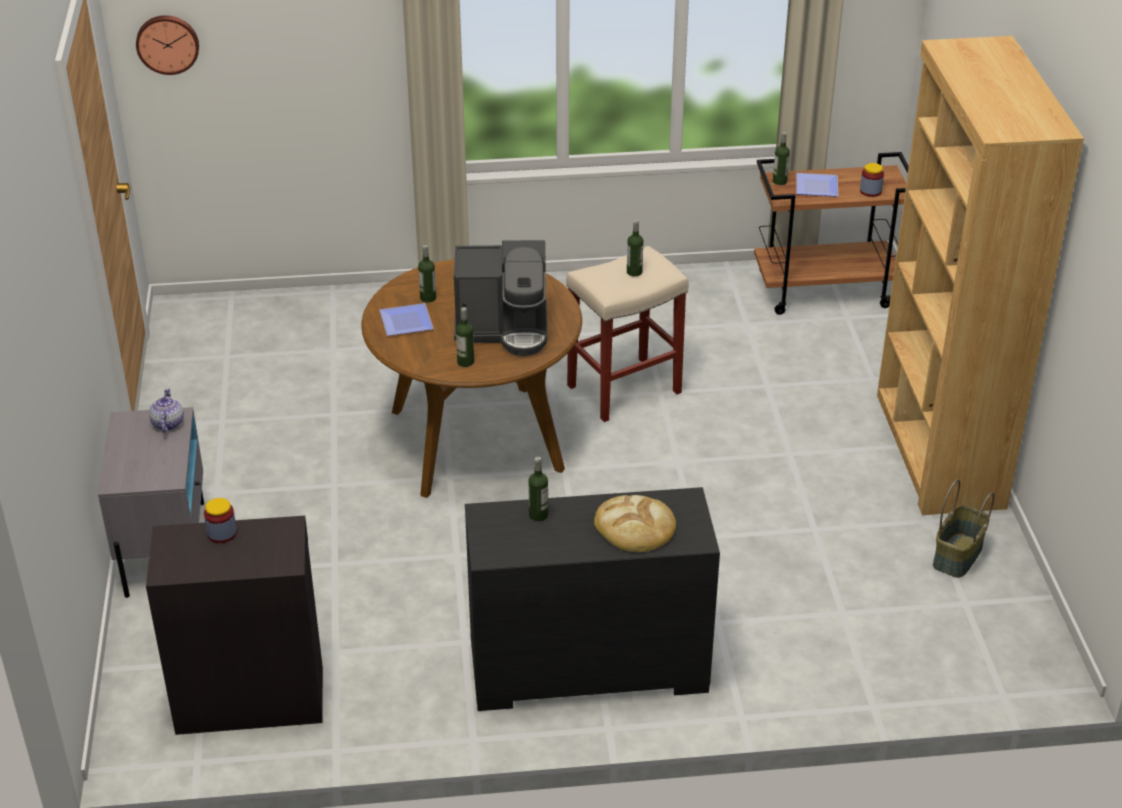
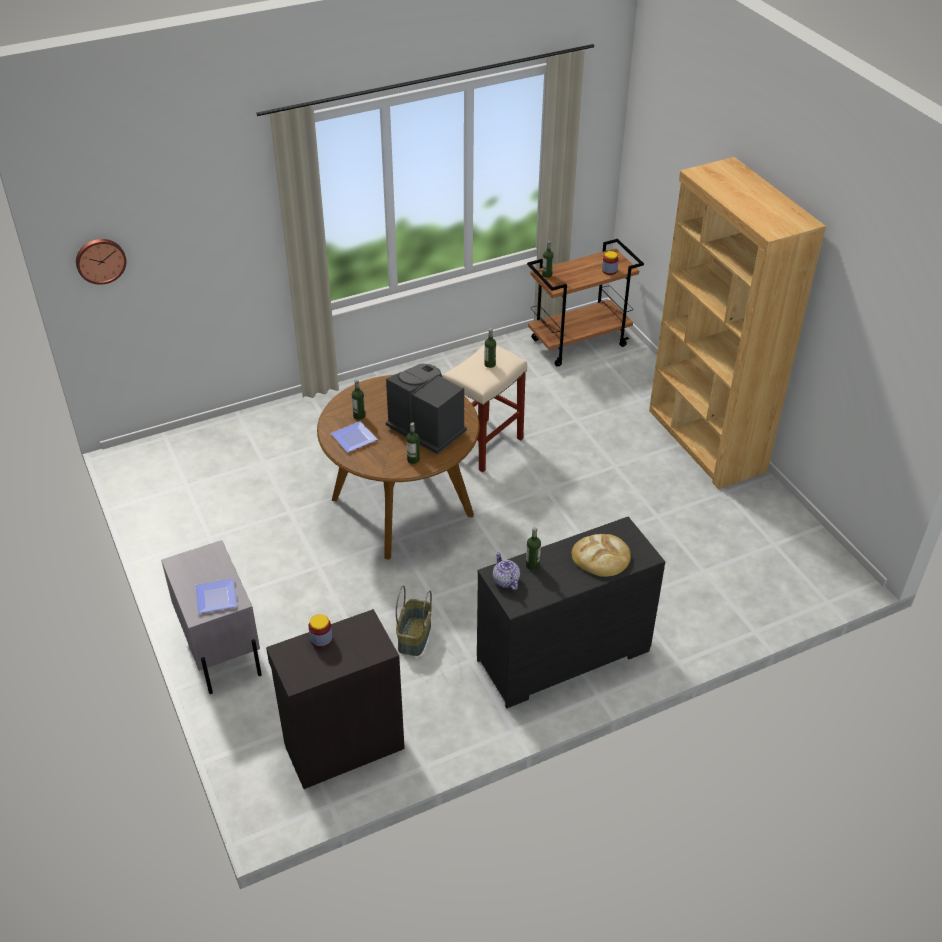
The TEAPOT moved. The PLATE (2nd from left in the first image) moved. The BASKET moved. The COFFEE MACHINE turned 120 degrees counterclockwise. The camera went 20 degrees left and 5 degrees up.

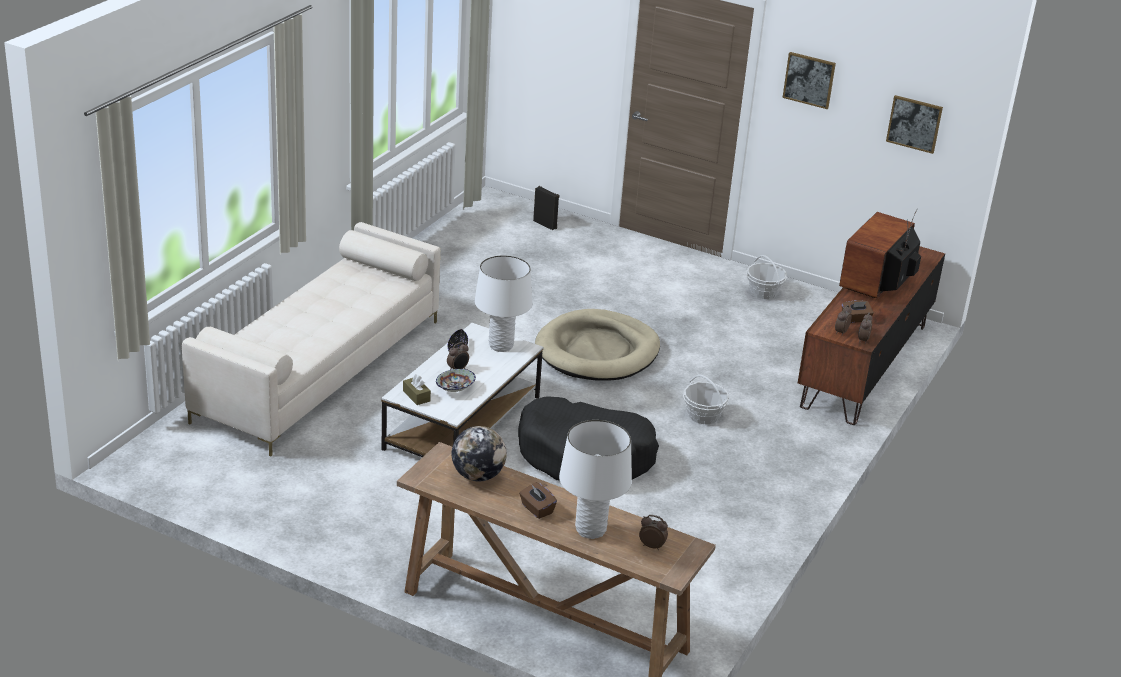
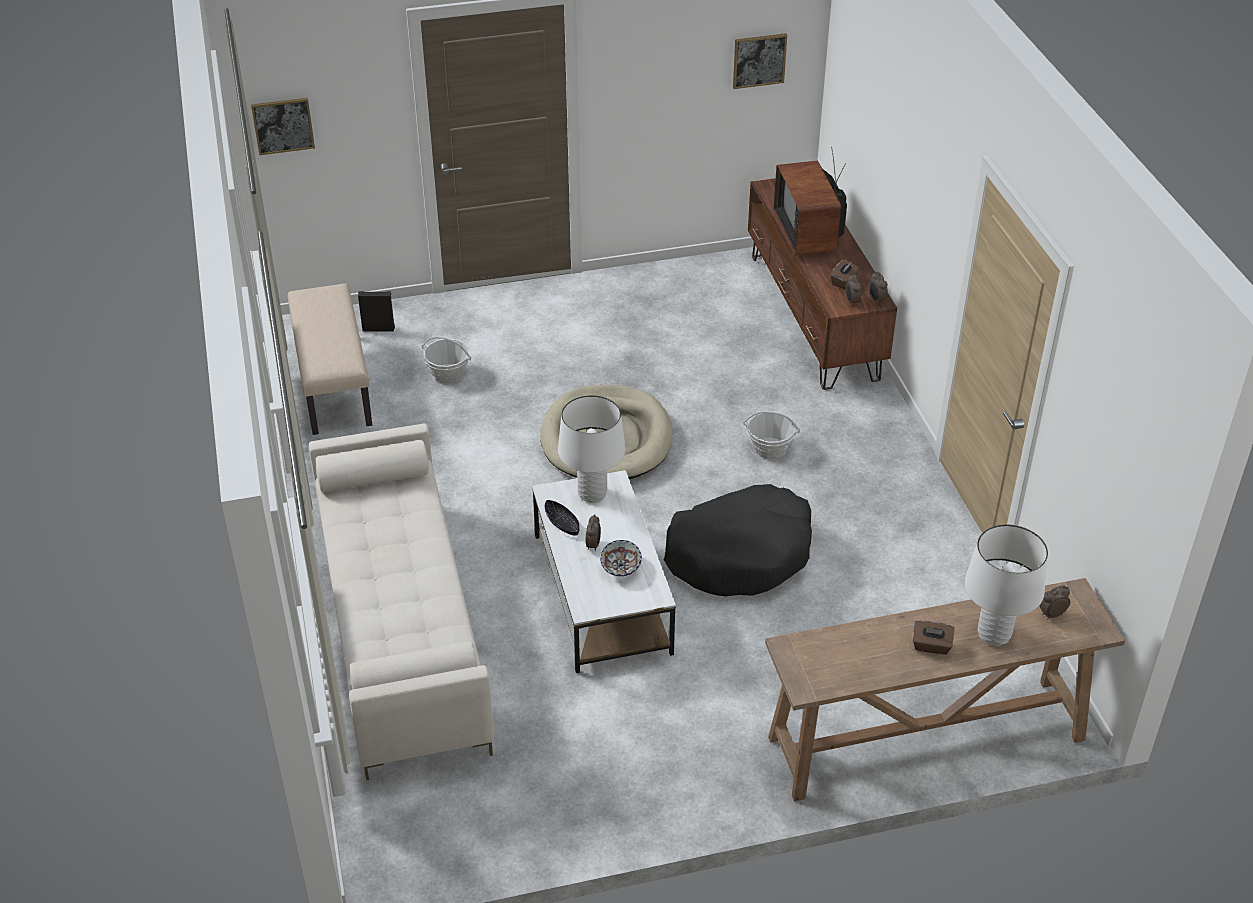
The BROWN TISSUE BOX (1st from left) disappeared. The GLOBE disappeared. The BEIGE BENCH appeared. The BASKET (2nd from left in the first image) moved. The PICTURE (1st from left) moved. The camera went 40 degrees left and 10 degrees up.

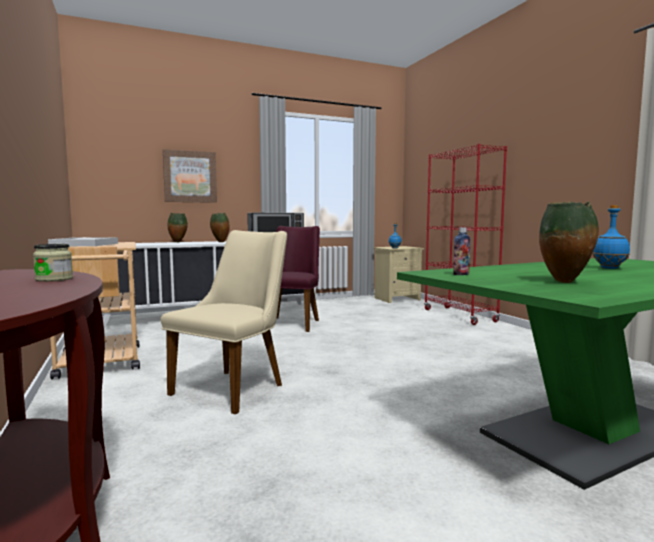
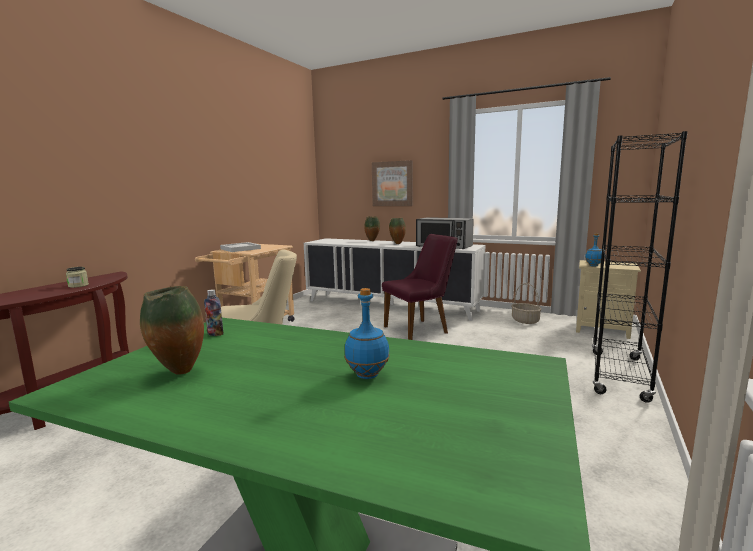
The BASKET appeared. The RED BOOKCASE became the BLACK BOOKCASE. The camera went 50 degrees right and 5 degrees up.

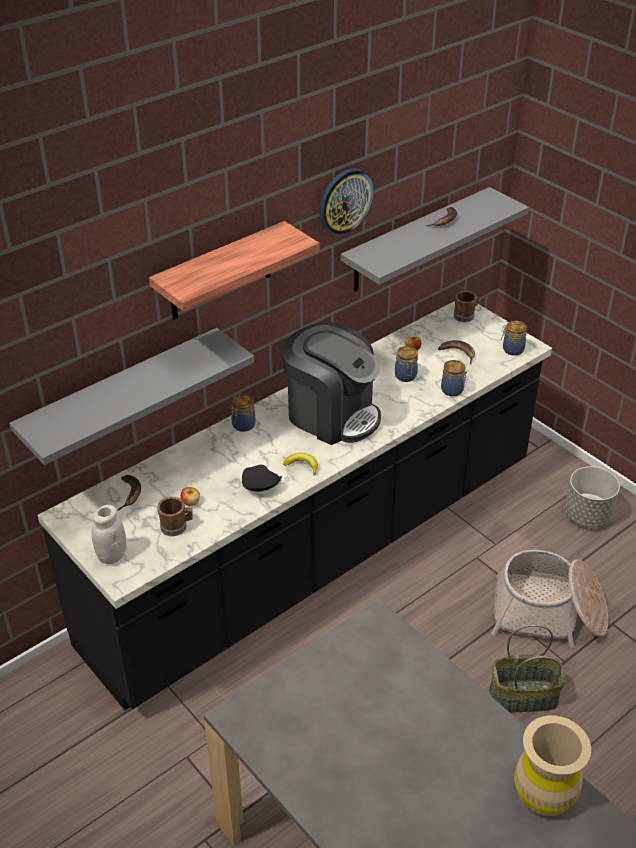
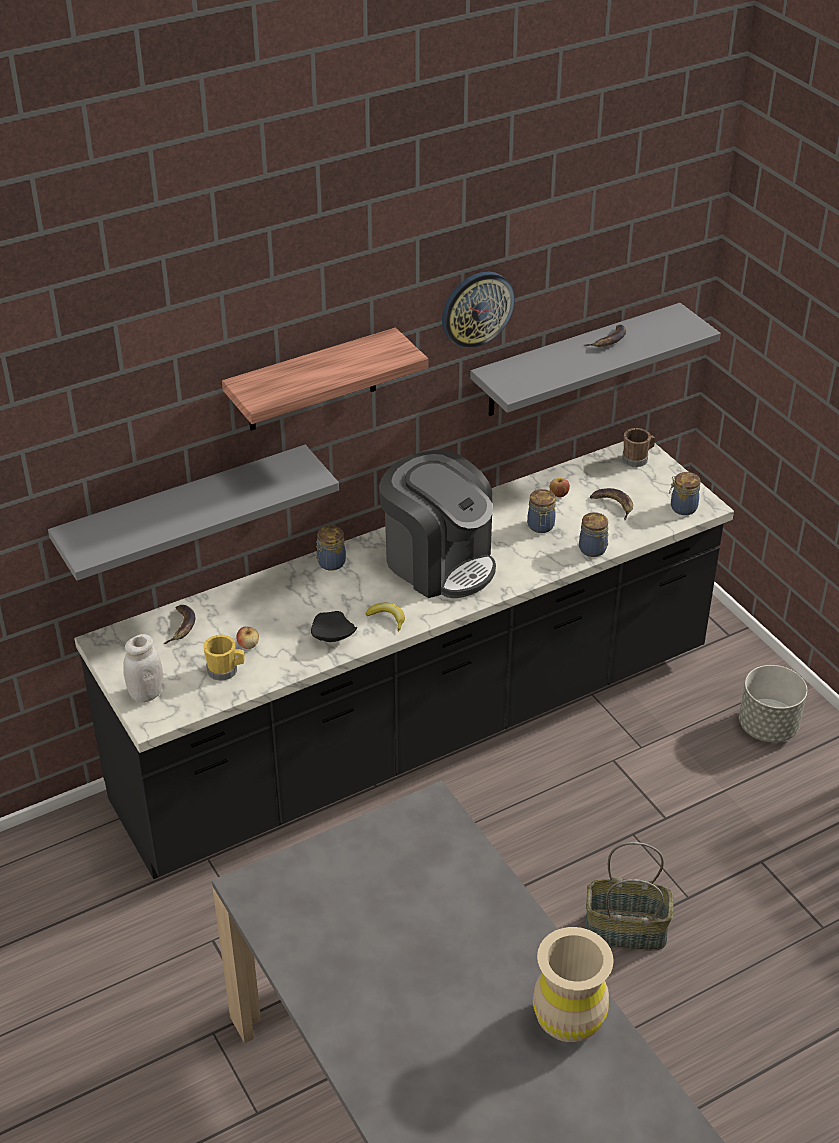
The BASKET (2nd from left) disappeared. The BROWN MUG (1st from left) became the YELLOW MUG. The camera went 10 degrees right and 0 degrees up.

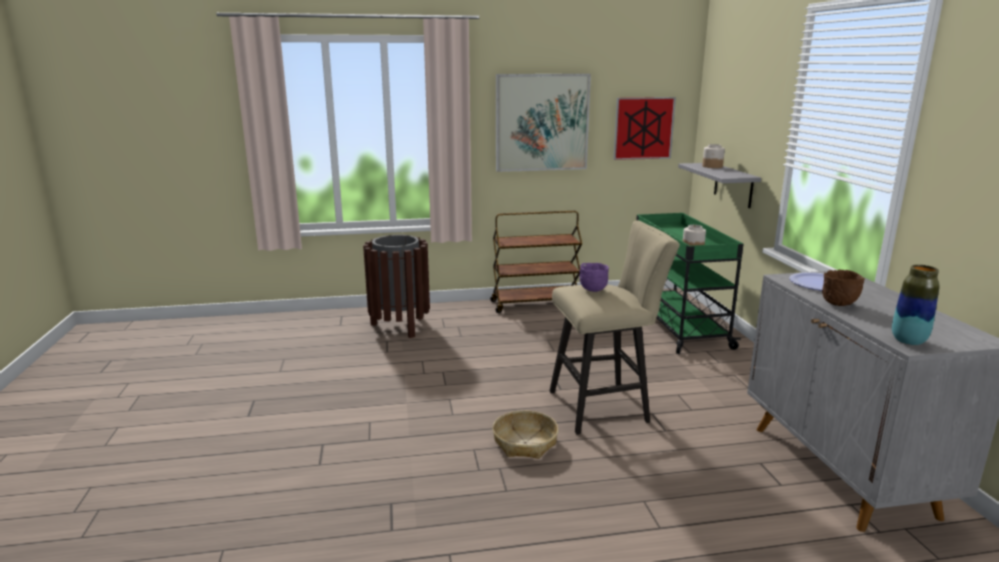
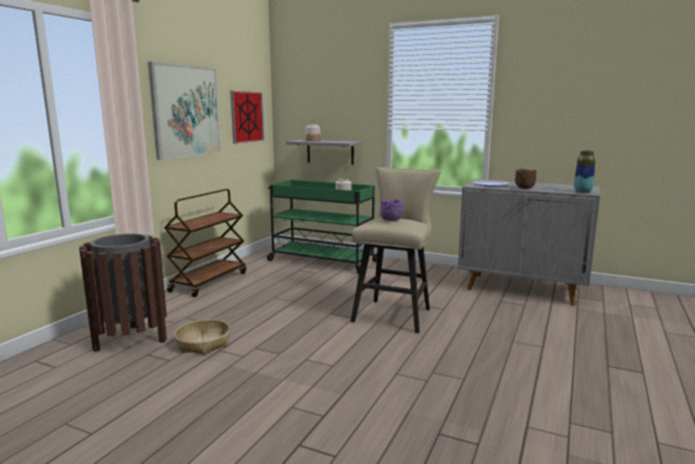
The BASKET moved. The camera went 55 degrees left and 5 degrees down.

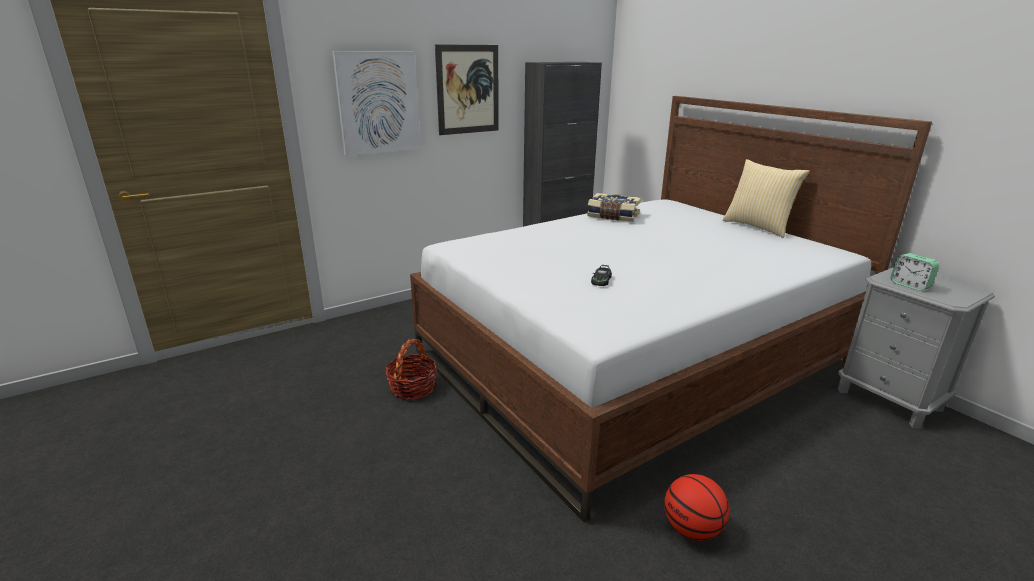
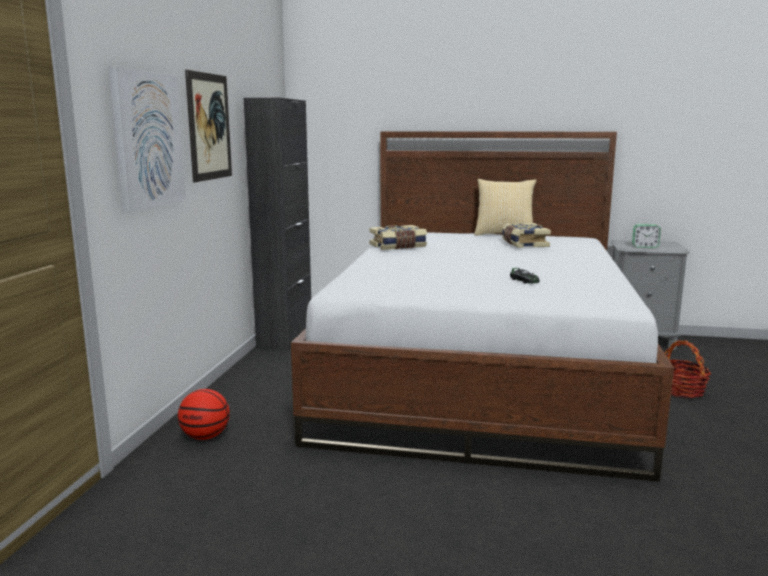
The BOOK (2nd from left) appeared. The BASKET moved. The BASKETBALL moved. The camera went 45 degrees left and 10 degrees down.

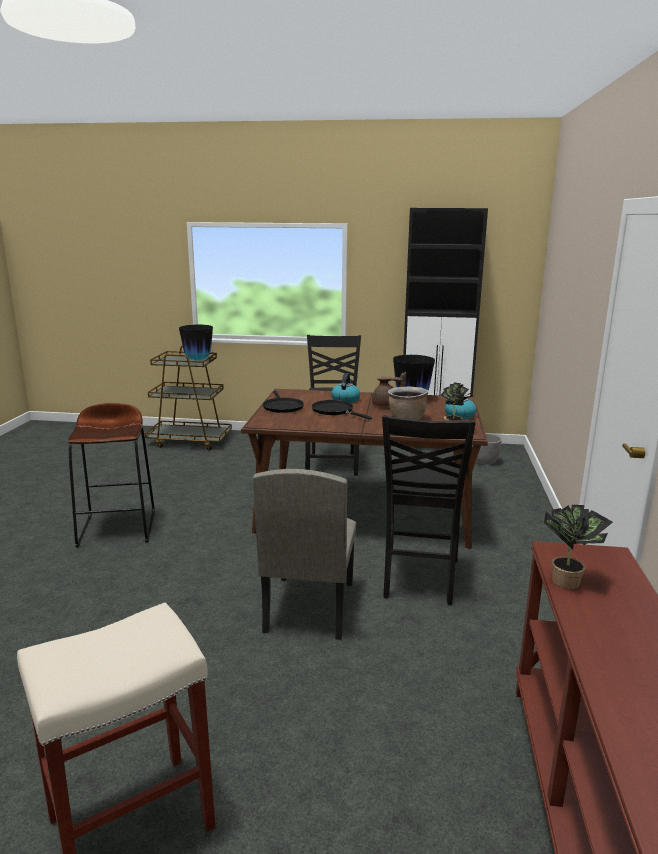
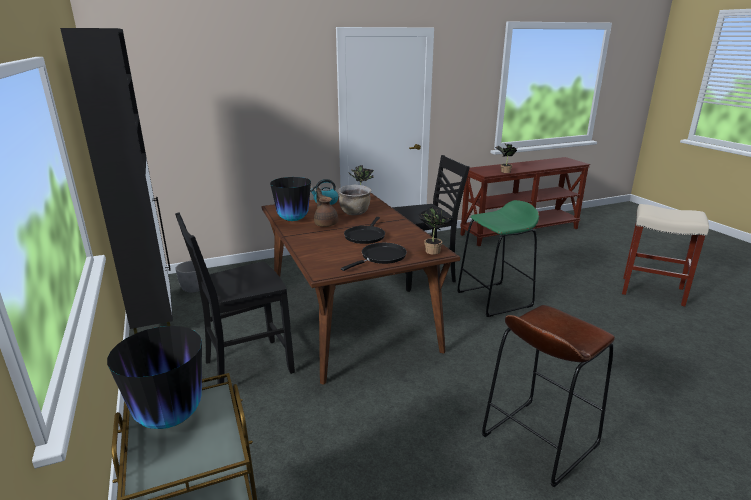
The KETTLE (1st from left) disappeared. The POTTED PLANT (2nd from left) appeared. The BEIGE CHAIR was replaced by the GREEN STOOL. The camera went 120 degrees left and 5 degrees up.

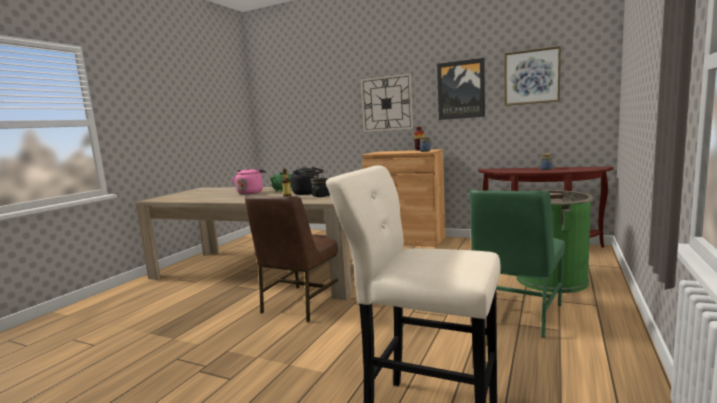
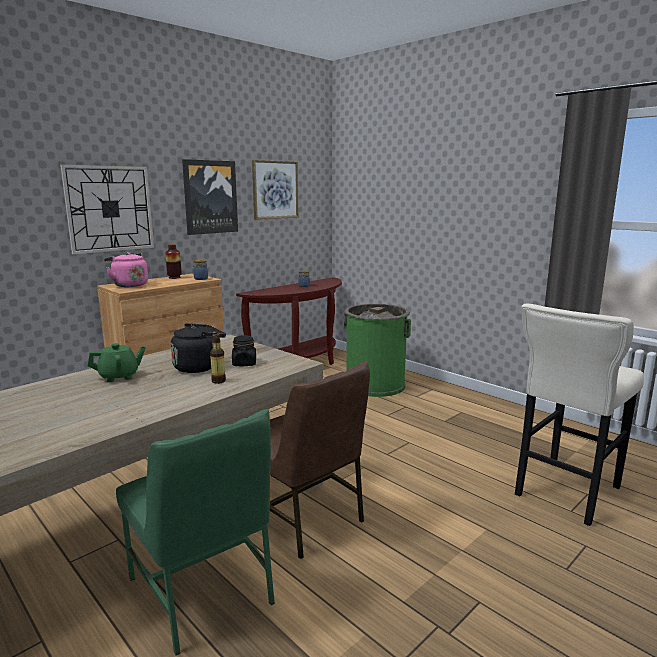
The PINK KETTLE moved. The GREEN CHAIR moved. The camera went 70 degrees left and 5 degrees up.

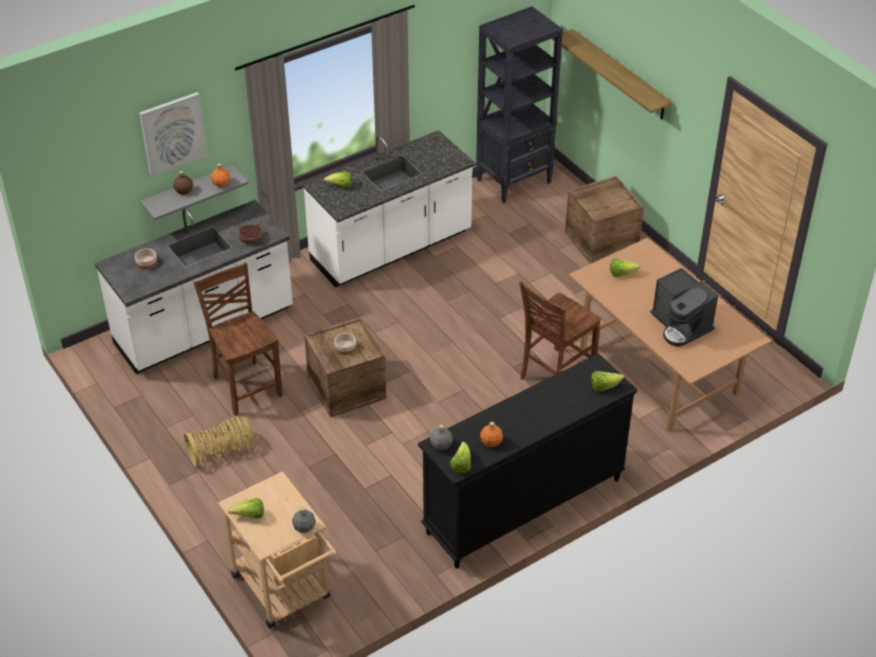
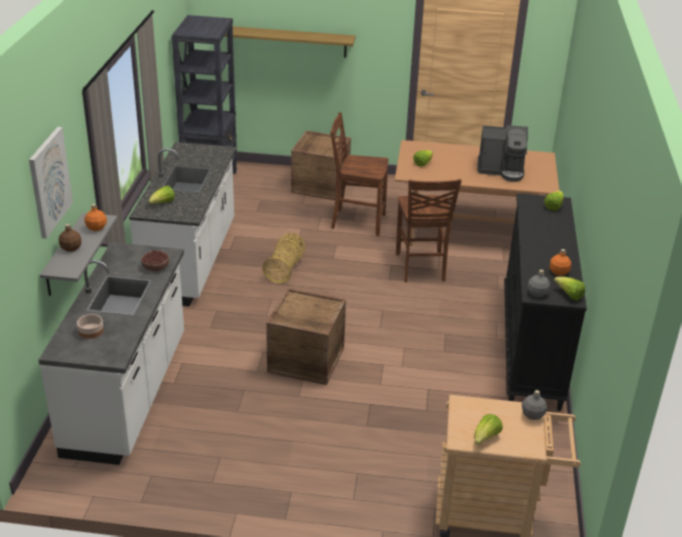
The BOWL (3rd from left) disappeared. The BASKET moved. The BROWN CHAIR (1st from left) moved. The camera went 50 degrees left and 10 degrees down.

